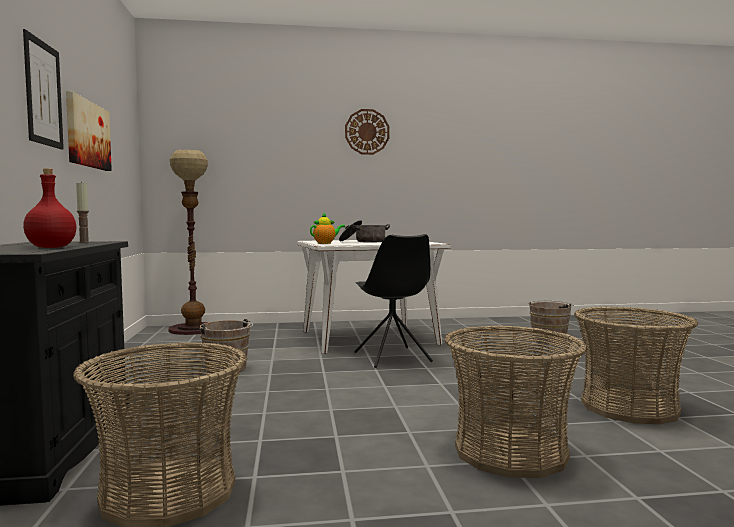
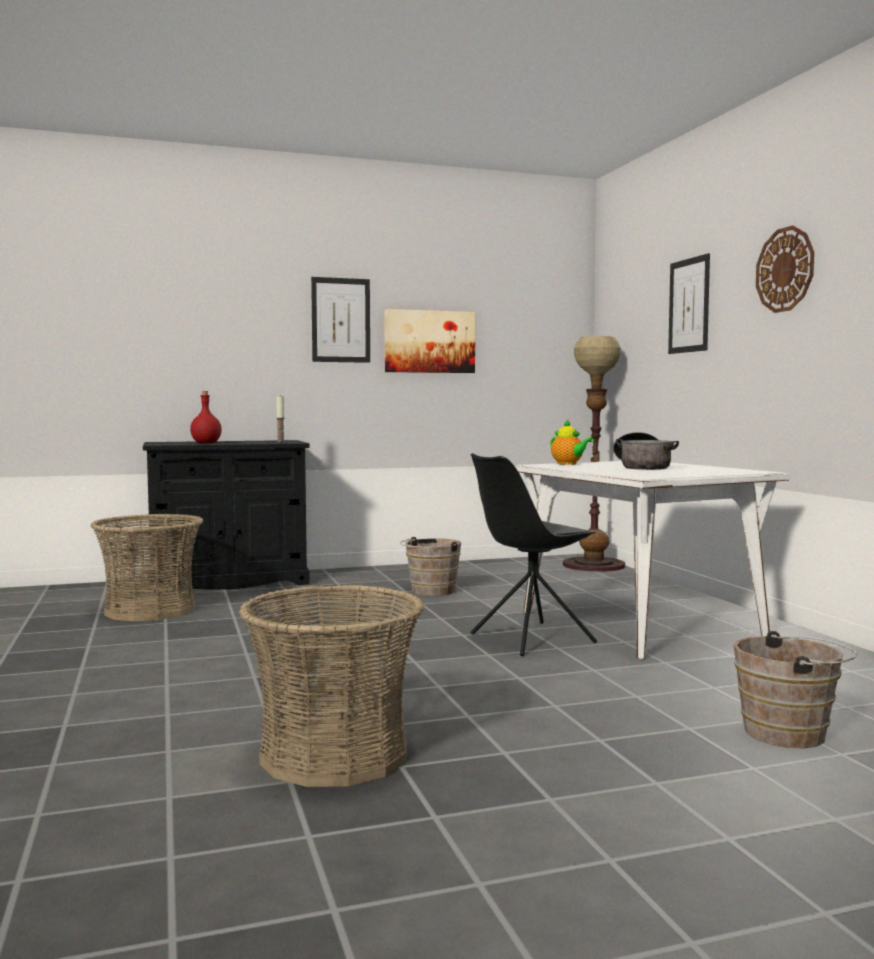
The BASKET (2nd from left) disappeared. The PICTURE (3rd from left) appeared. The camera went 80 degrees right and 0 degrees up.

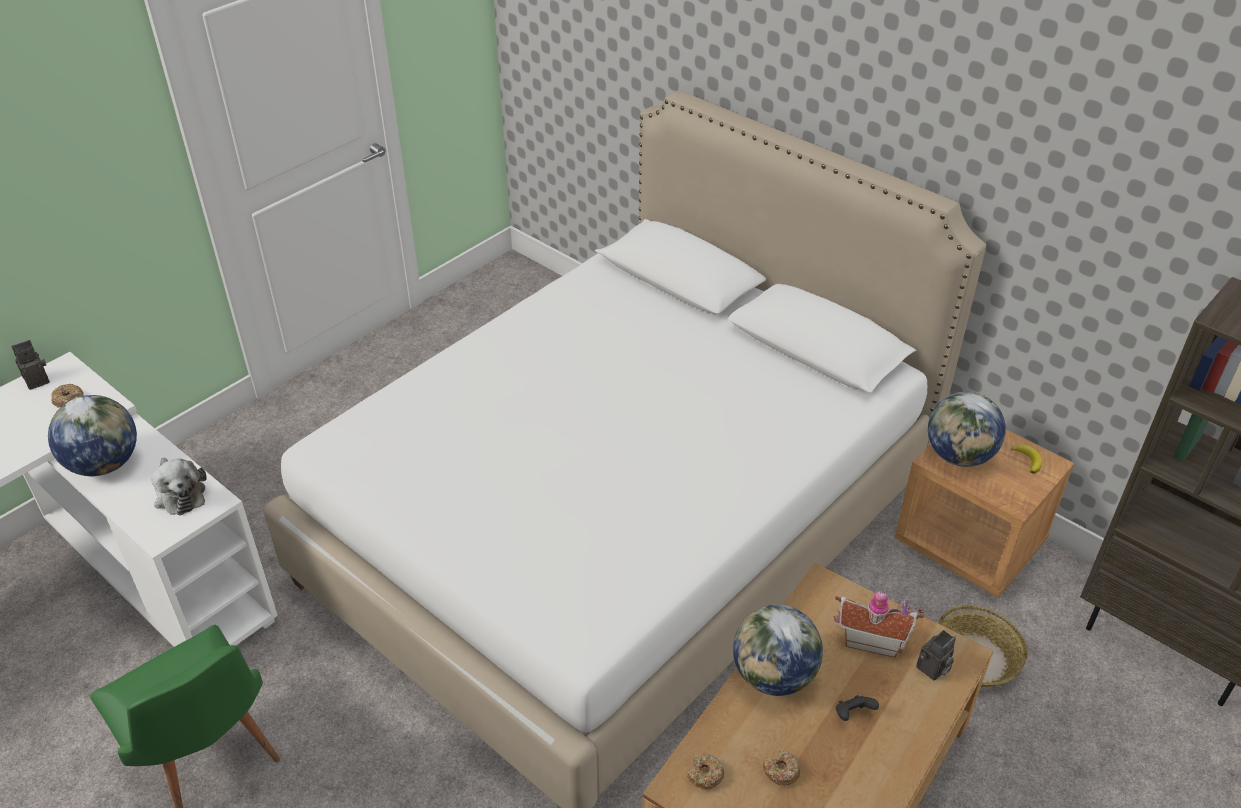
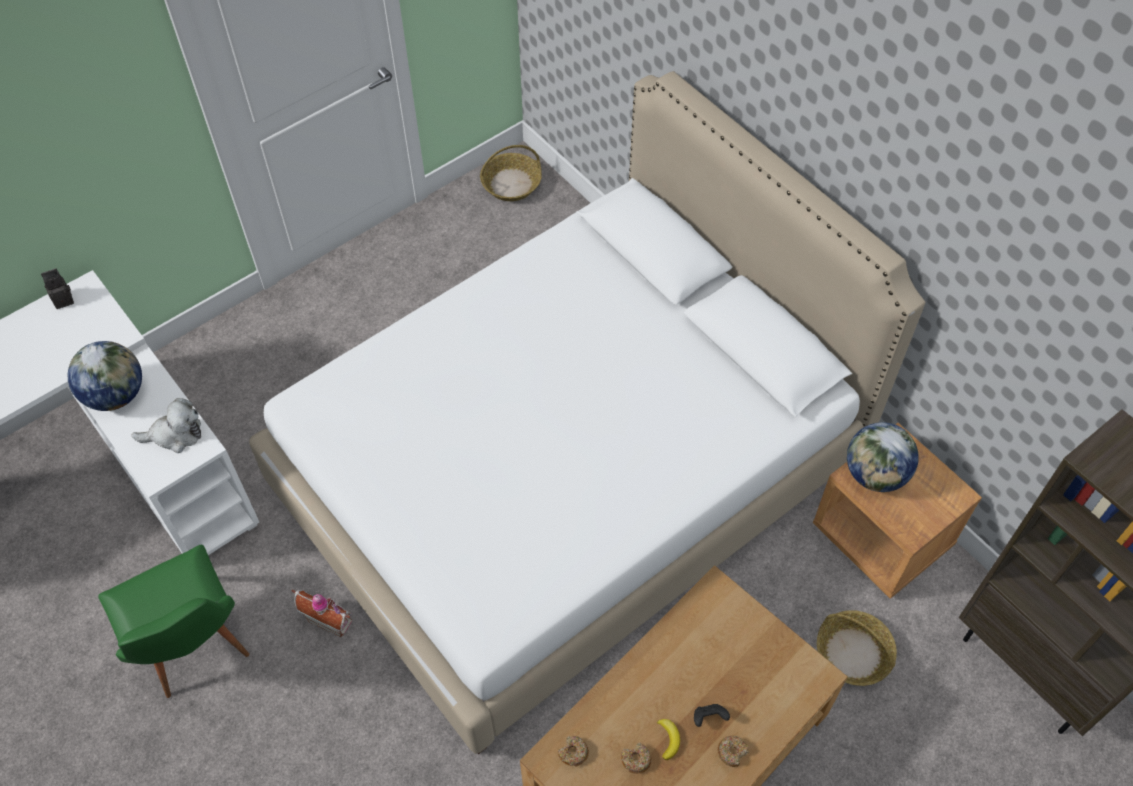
The GLOBE (2nd from left) disappeared. The PHOTO CAMERA (2nd from left) disappeared. The BASKET (1st from left) appeared. The DONUT (1st from left in the first image) moved. The TOY HOUSE moved. The BANANA moved. The PLUSH TOY turned 75 degrees counterclockwise. The camera went 10 degrees right and 15 degrees up.

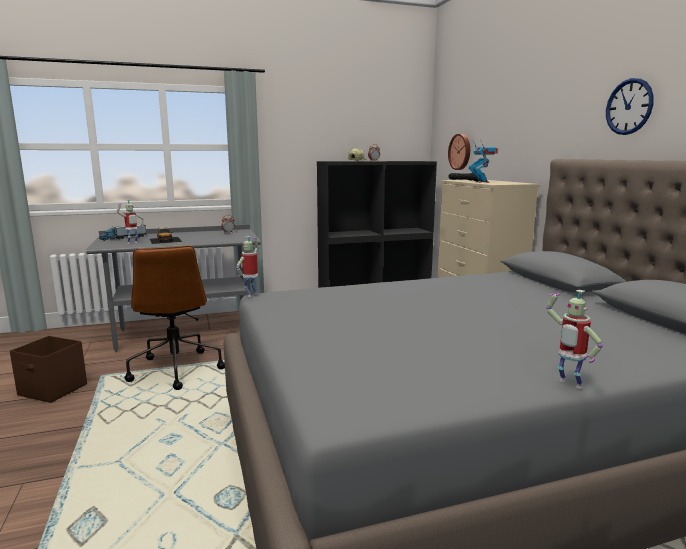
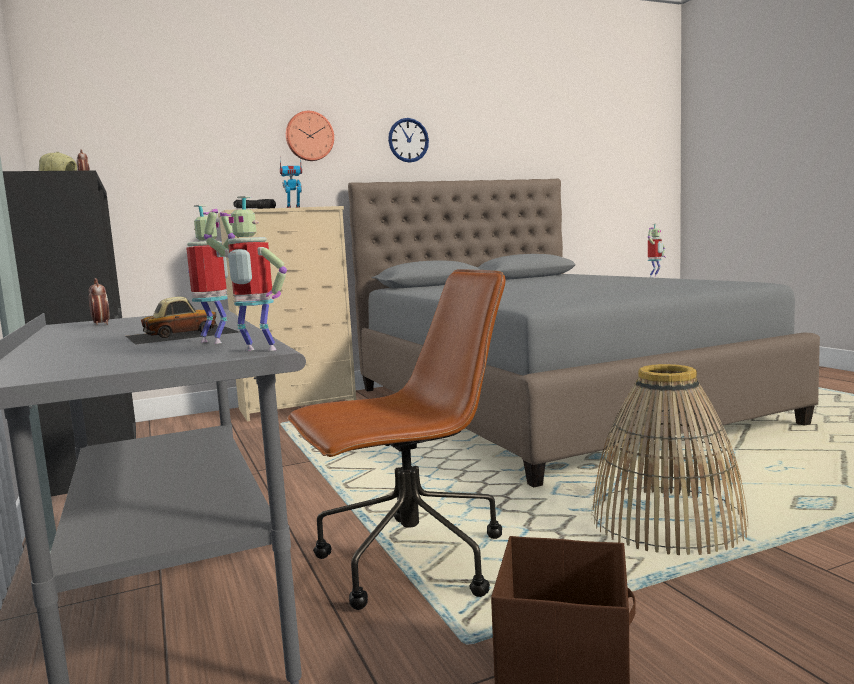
The TOY TRUCK disappeared. The BASKET appeared. The TOY ROBOT (2nd from left) moved. The WALL CLOCK (1st from left) moved. The camera went 95 degrees left and 5 degrees down.

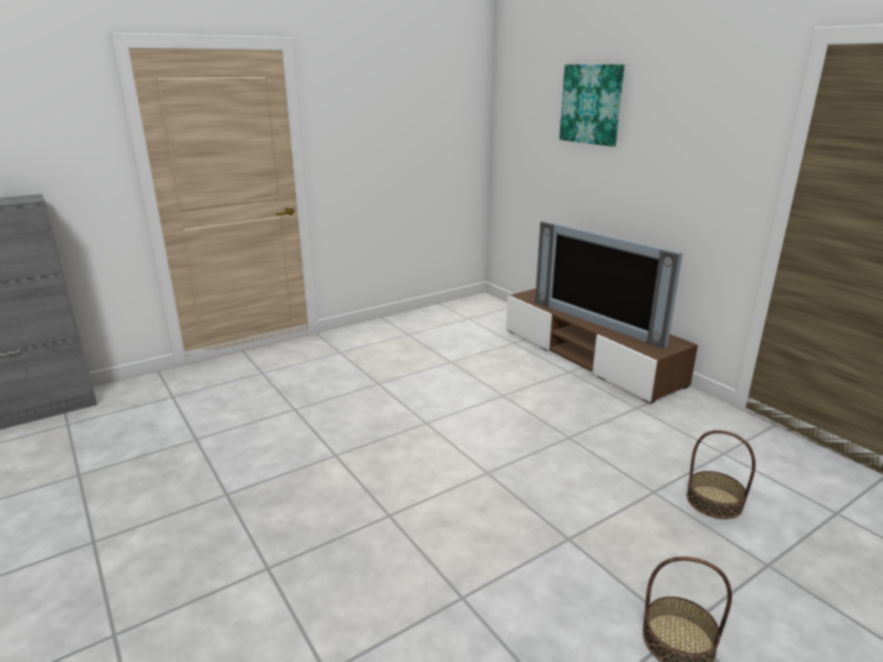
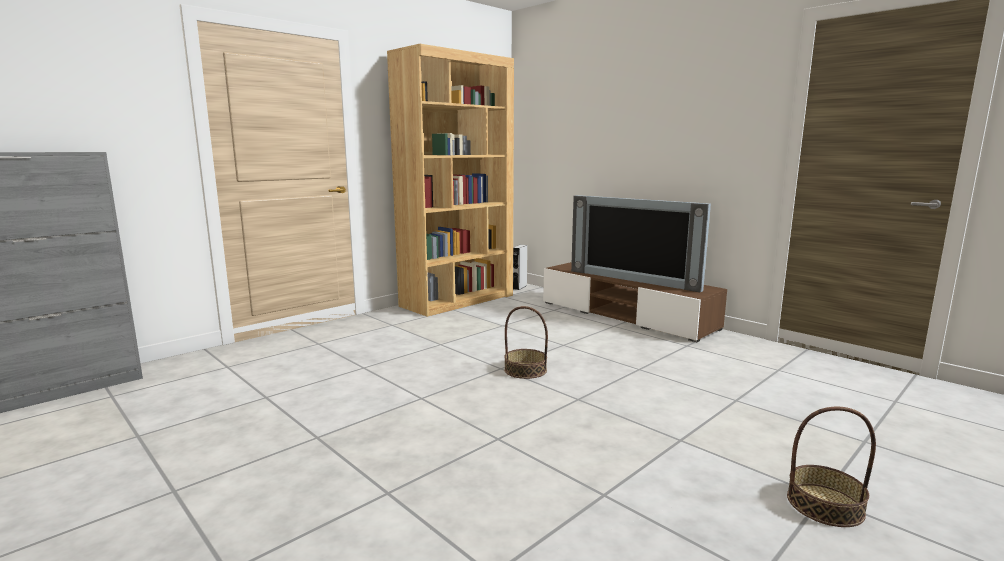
The PICTURE disappeared. The BROWN BOOKCASE appeared. The GREY SPEAKER appeared. The BASKET (2nd from left in the first image) moved. The camera went 10 degrees left and 10 degrees down.

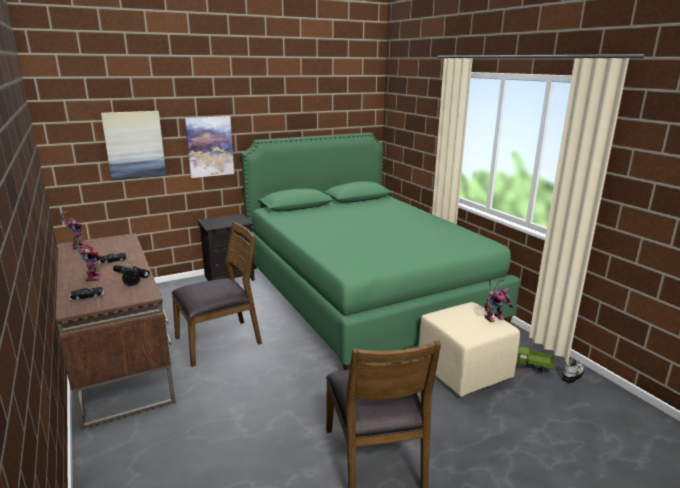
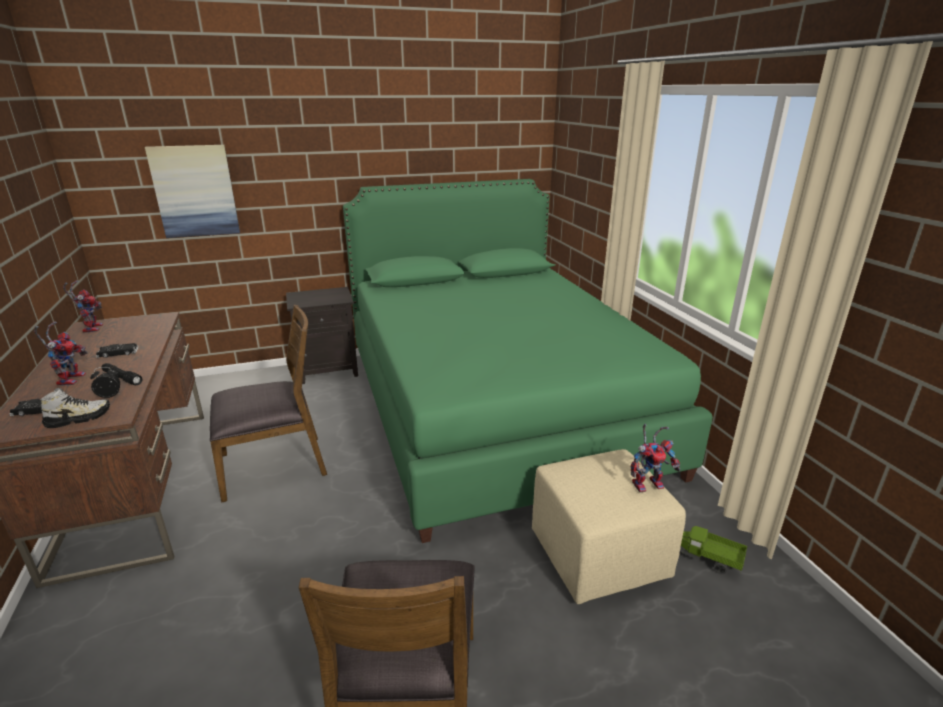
The PICTURE (2nd from left) disappeared. The SHOE moved. The camera went 10 degrees right and 5 degrees up.

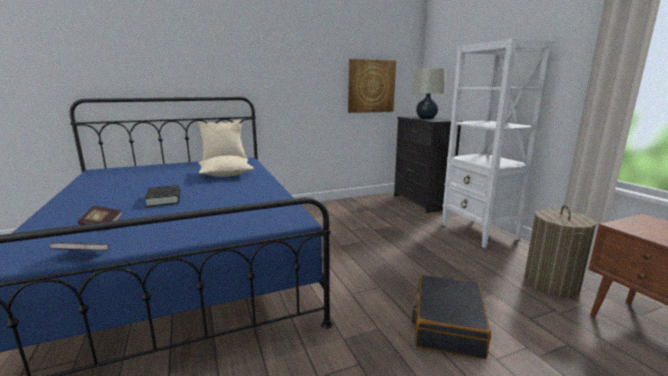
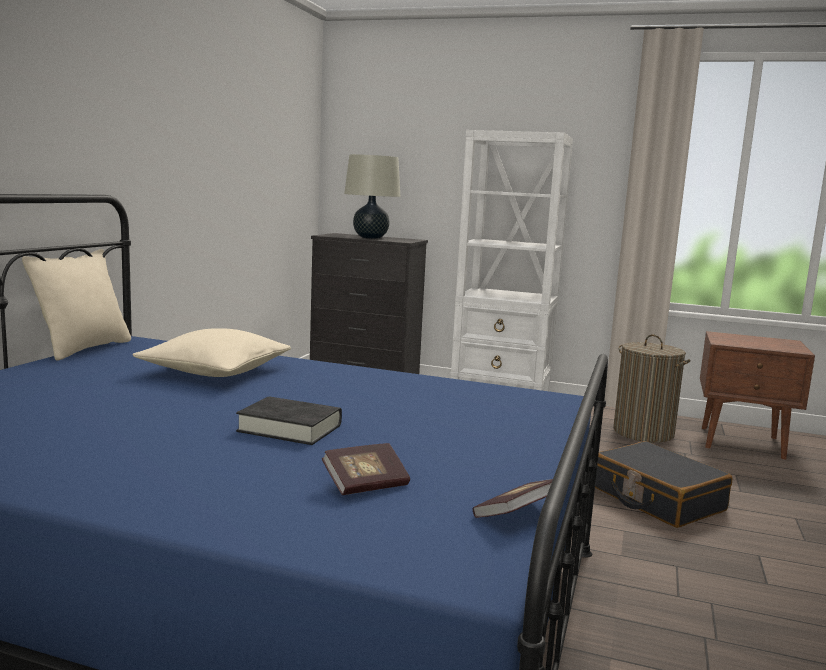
The PICTURE disappeared. The camera went 50 degrees left and 5 degrees down.

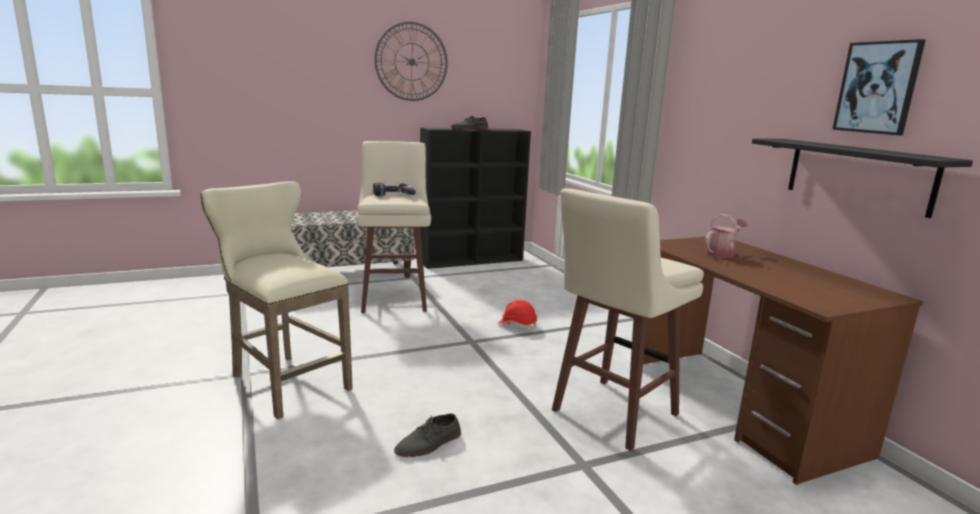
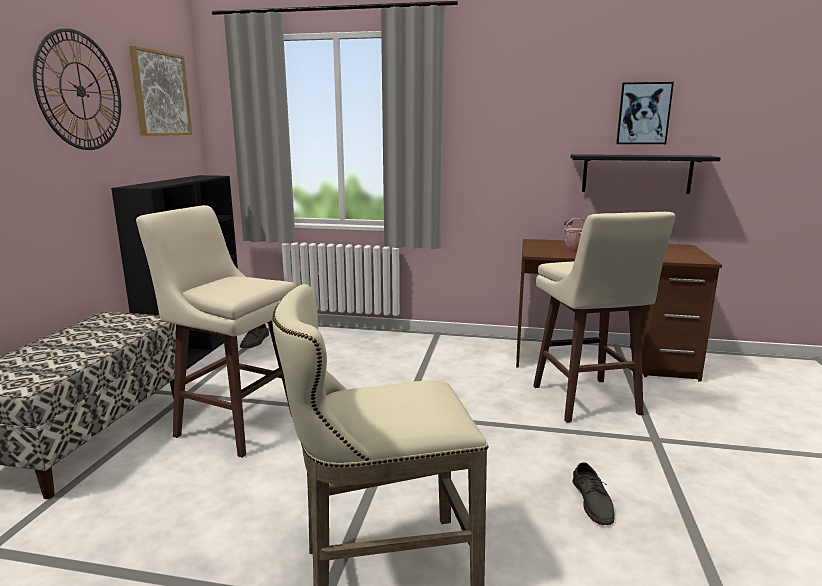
The POWER DRILL disappeared. The RED HARD HAT disappeared. The PICTURE (1st from left) appeared. The GREY SHOE (2nd from left in the first image) moved. The camera went 55 degrees left and 0 degrees up.

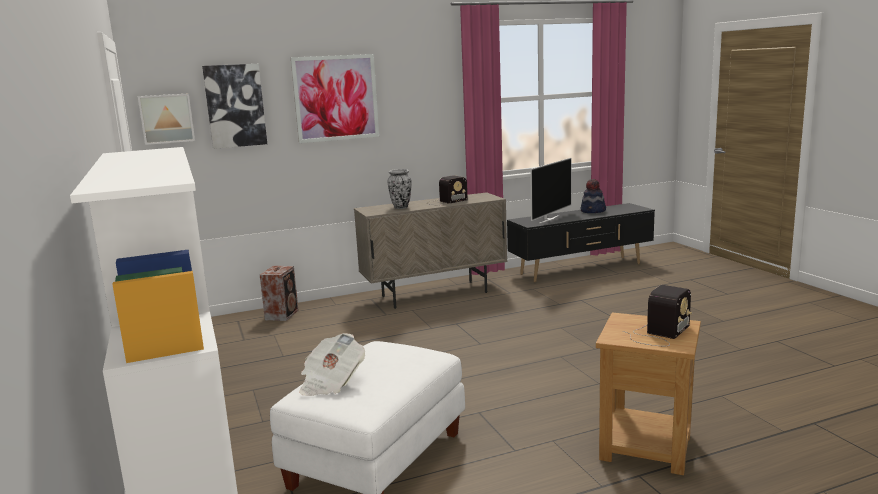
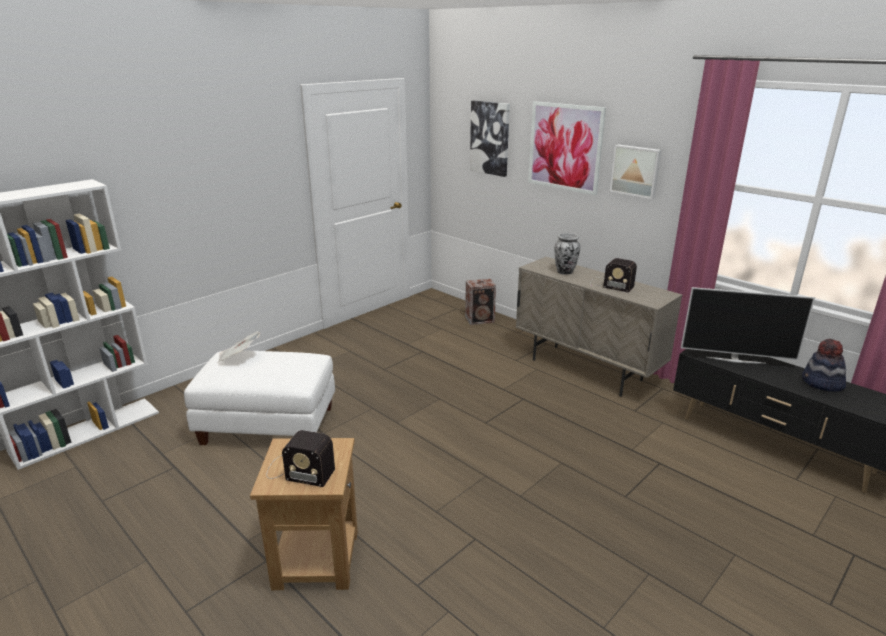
The PICTURE (1st from left in the first image) moved. The camera went 65 degrees right and 10 degrees up.

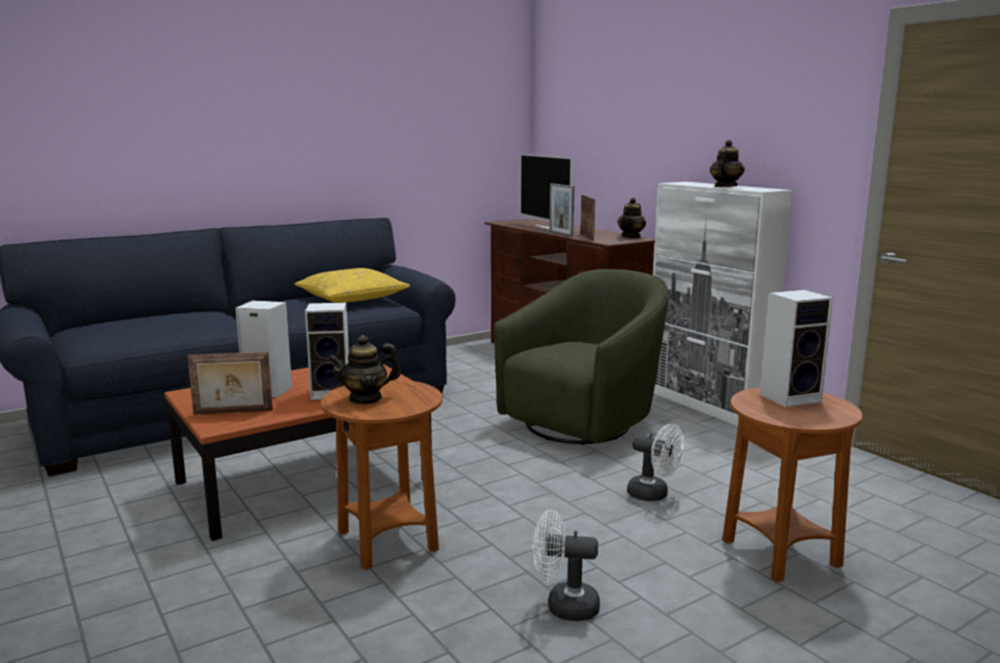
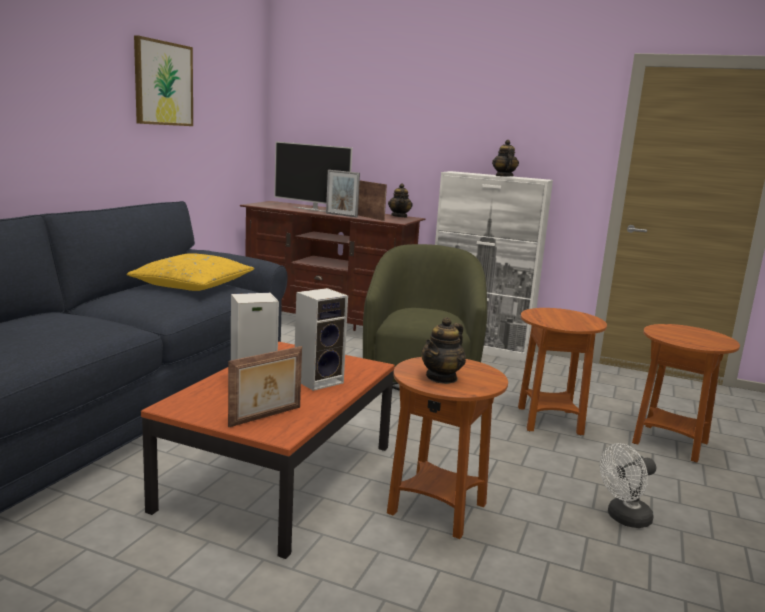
The SPEAKER (3rd from left) disappeared. The PICTURE appeared. The WHITE FAN (2nd from left) was replaced by the BROWN SIDE TABLE (2nd from left). The camera went 35 degrees left and 0 degrees up.

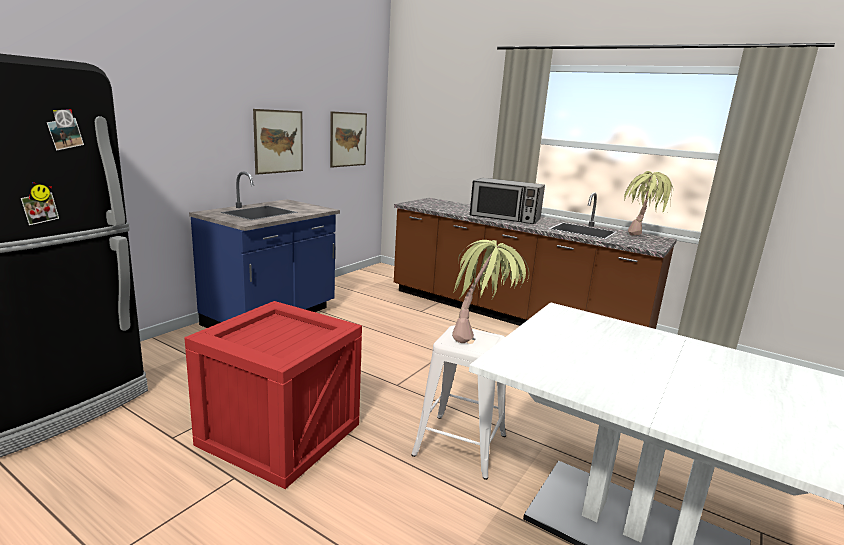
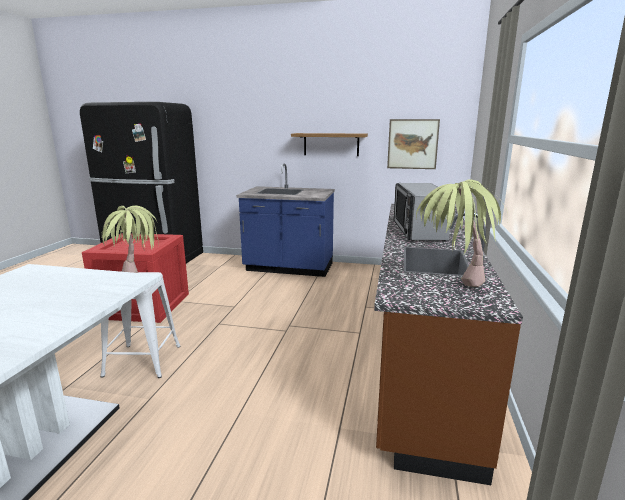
The PICTURE (1st from left) was replaced by the SHELF. The camera went 70 degrees right and 0 degrees up.

